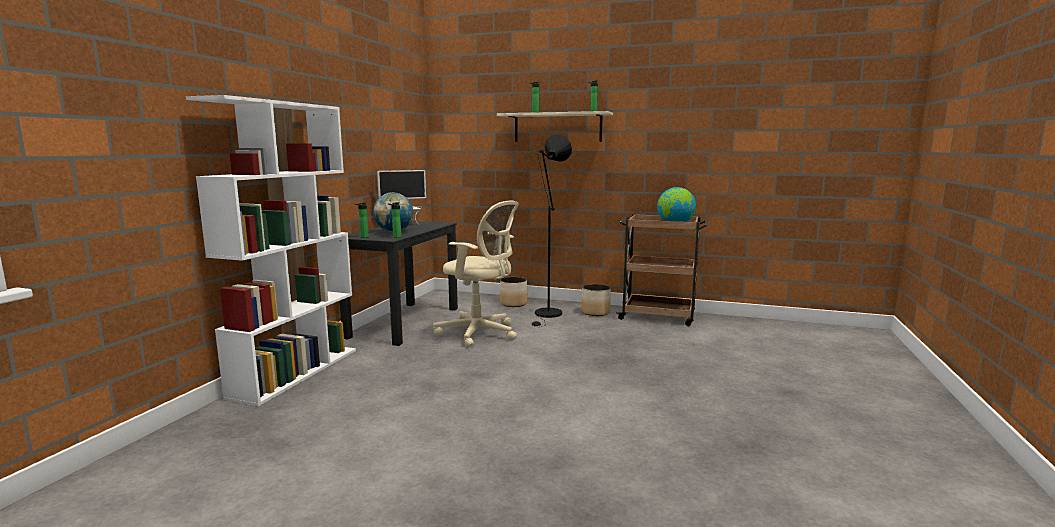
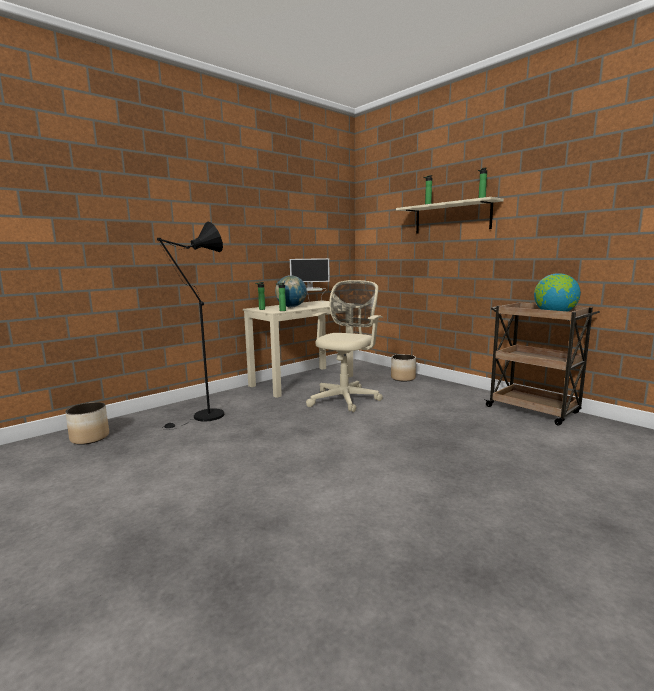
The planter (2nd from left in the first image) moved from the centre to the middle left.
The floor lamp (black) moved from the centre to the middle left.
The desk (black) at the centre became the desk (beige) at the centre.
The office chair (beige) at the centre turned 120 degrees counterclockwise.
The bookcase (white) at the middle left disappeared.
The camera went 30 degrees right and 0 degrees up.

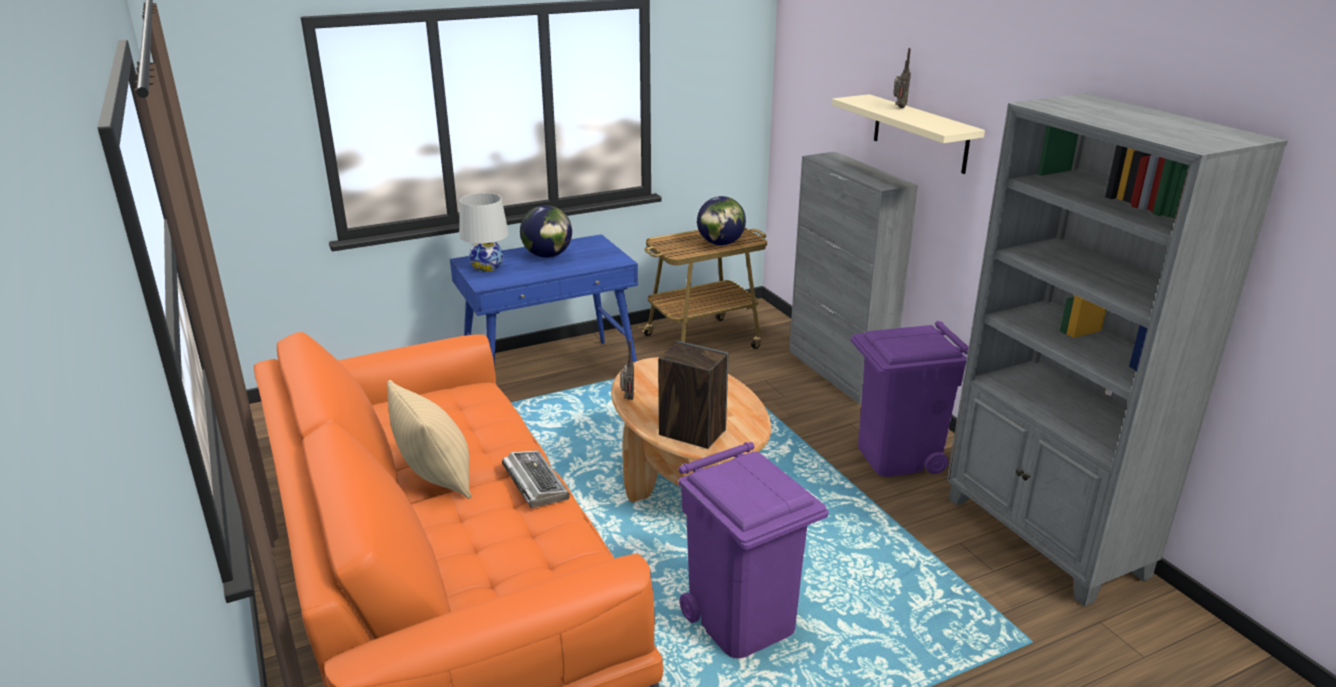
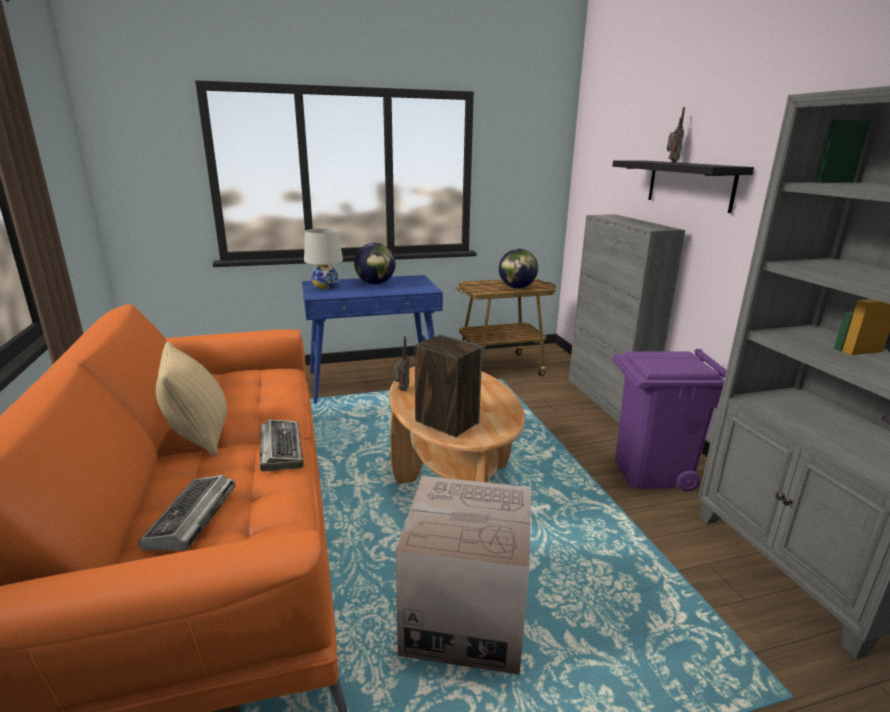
The keyboard (1st from left) at the bottom left appeared.
The trash can (purple) (1st from left) at the bottom centre was replaced by the cardboard box at the bottom centre.
The shelf (beige) at the top right became the shelf (black) at the top right.
The camera went 10 degrees right and 5 degrees down.

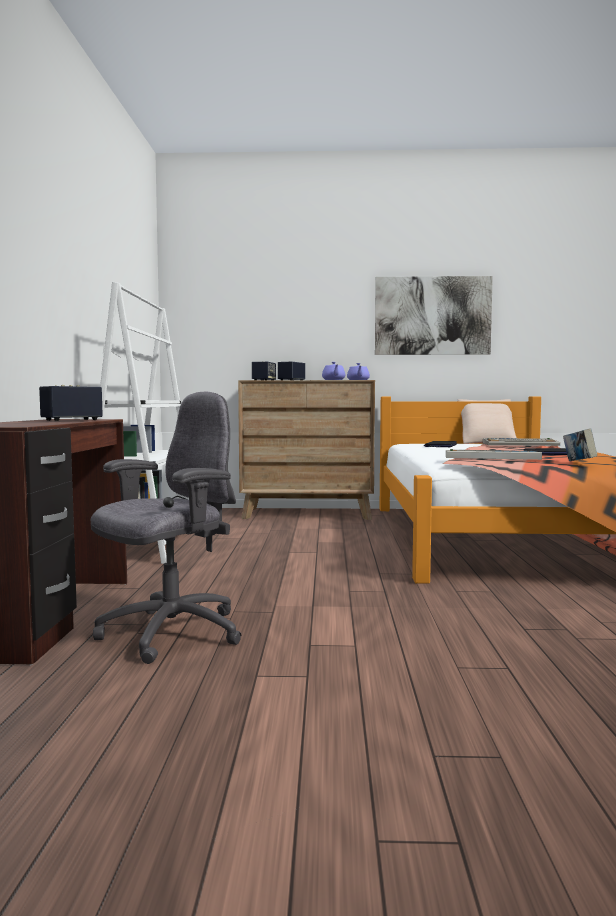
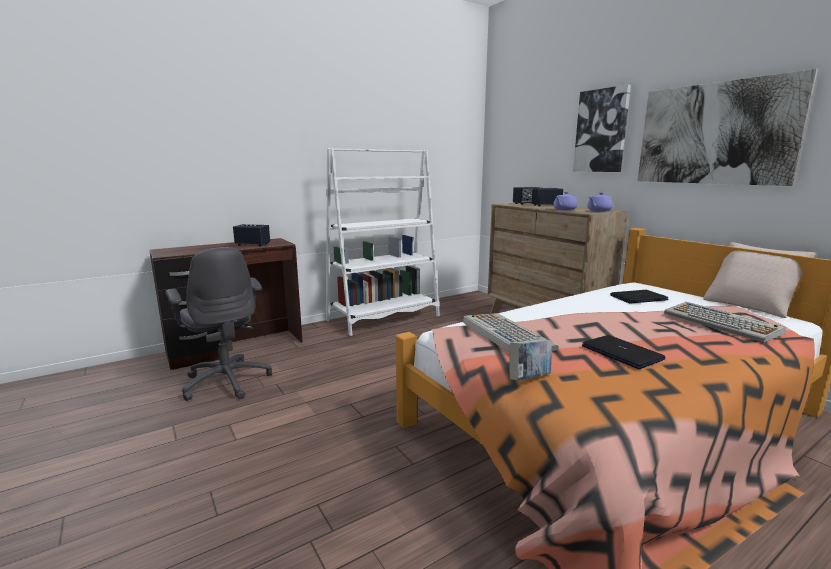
The office chair (grey) at the middle left turned 45 degrees clockwise.
The picture (1st from left) at the top right appeared.
The camera went 55 degrees right and 10 degrees up.

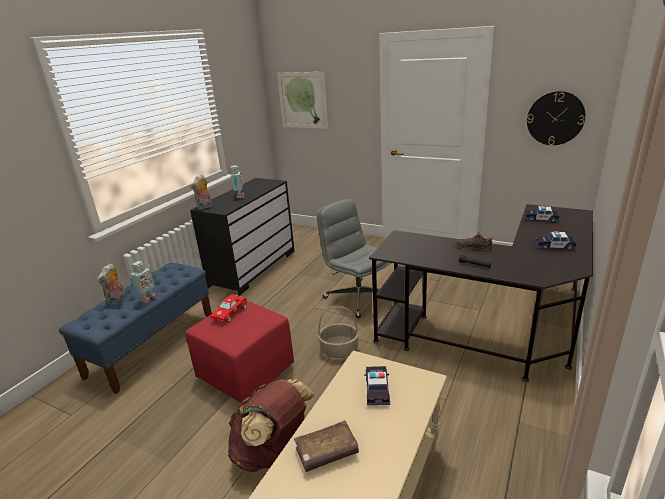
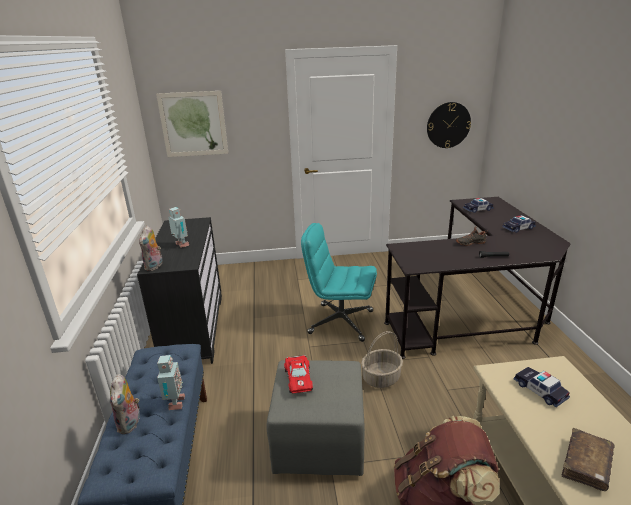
The ottoman (red) at the bottom centre became the ottoman (grey) at the bottom centre.
The office chair (grey) at the centre became the office chair (turquoise) at the centre.
The camera went 35 degrees left and 0 degrees up.

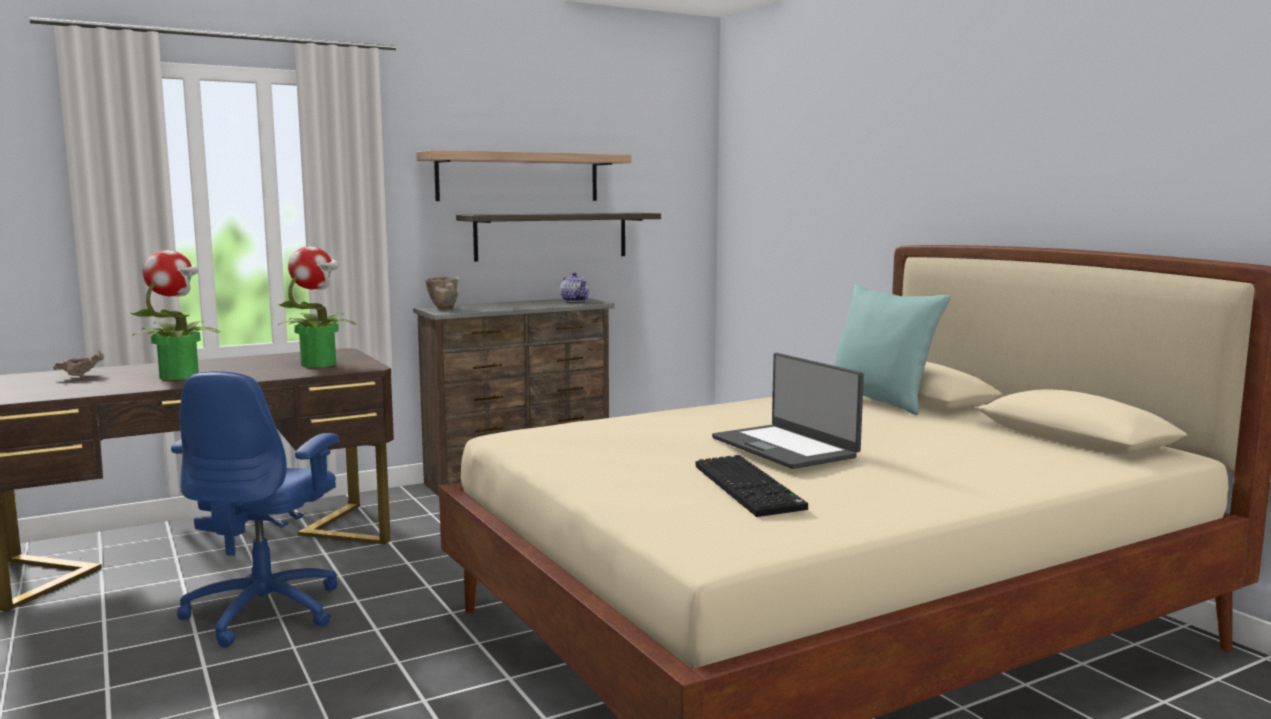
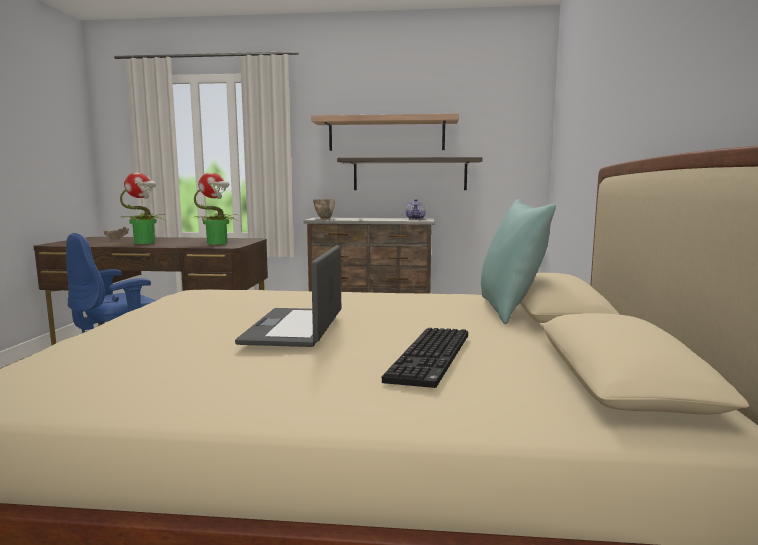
The keyboard moved from the bottom centre to the centre.
The camera went 35 degrees right and 0 degrees up.

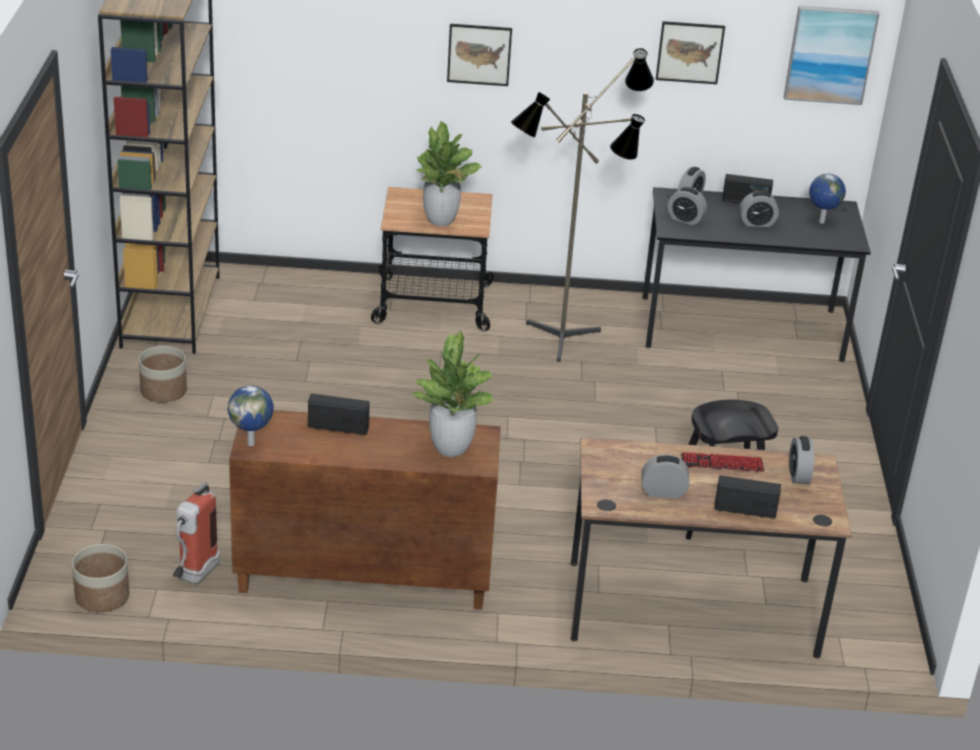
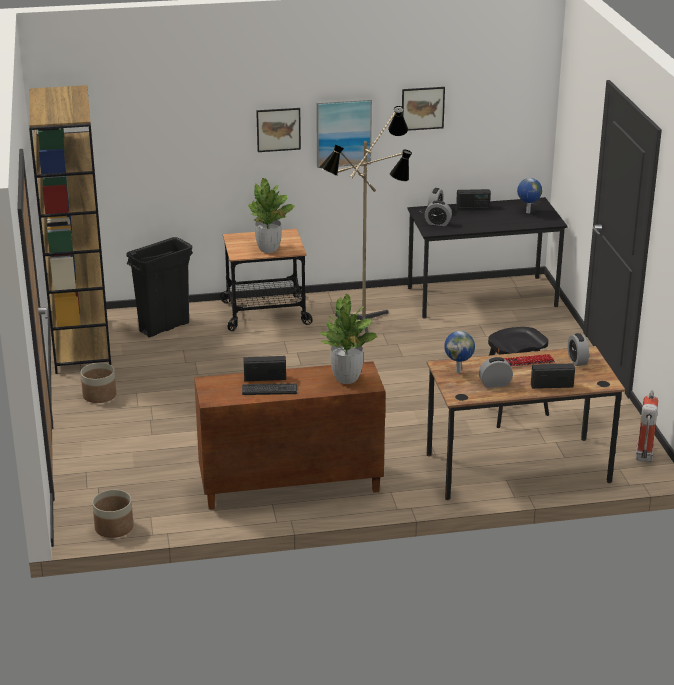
The trash can (black) at the middle left appeared.
The keyboard (1st from left) at the centre appeared.
The picture (3rd from left in the first image) moved from the top right to the top centre.
The globe (1st from left) moved from the middle left to the middle right.
The fire extinguisher moved from the bottom left to the middle right.
The alarm clock (4th from left) at the top right disappeared.
The camera went 10 degrees left and 5 degrees down.

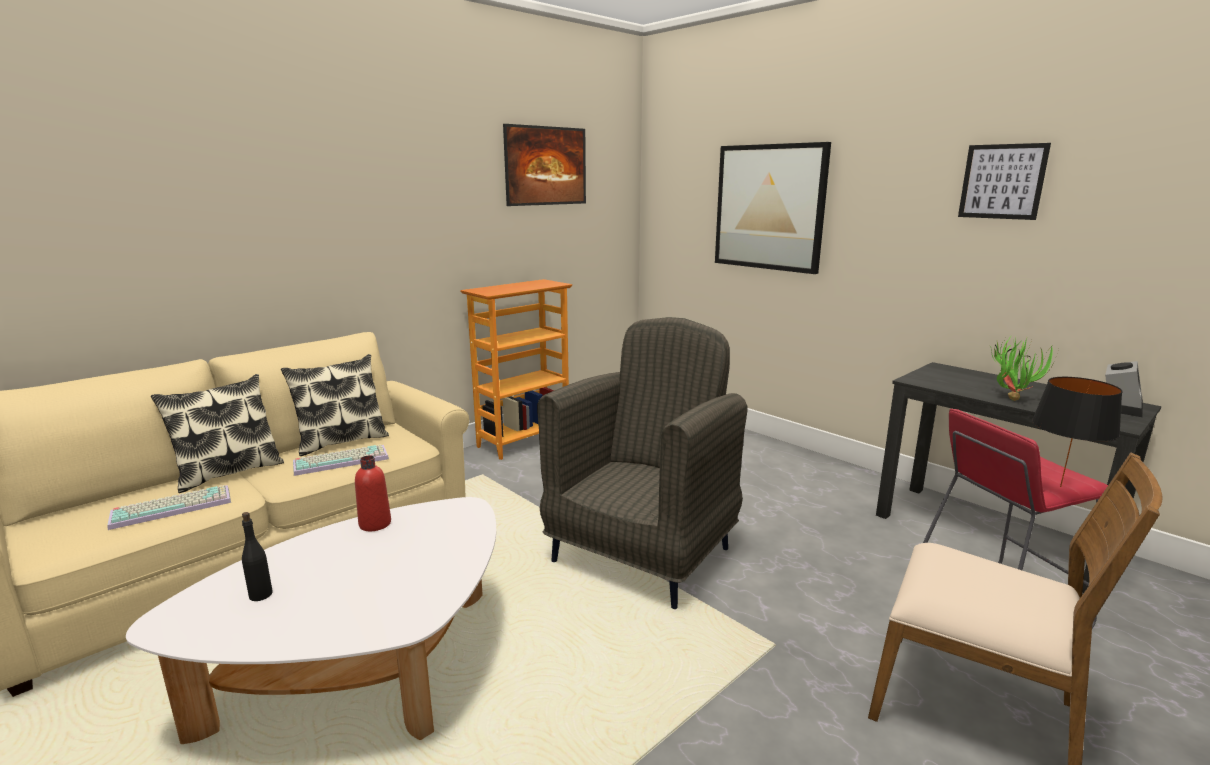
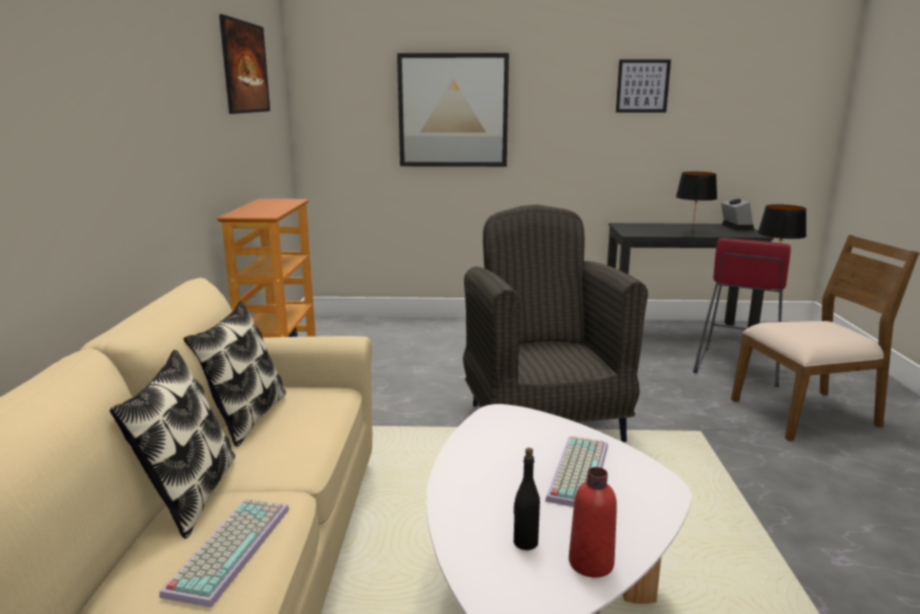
The keyboard (2nd from left) moved from the middle left to the bottom centre.
The bottle (red) moved from the middle left to the bottom centre.
The potted plant at the middle right was replaced by the table lamp (black) (1st from left) at the top right.
The camera went 45 degrees left and 0 degrees up.

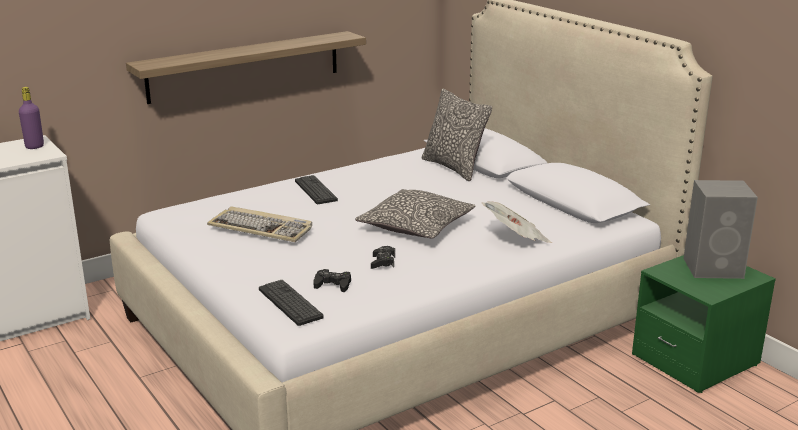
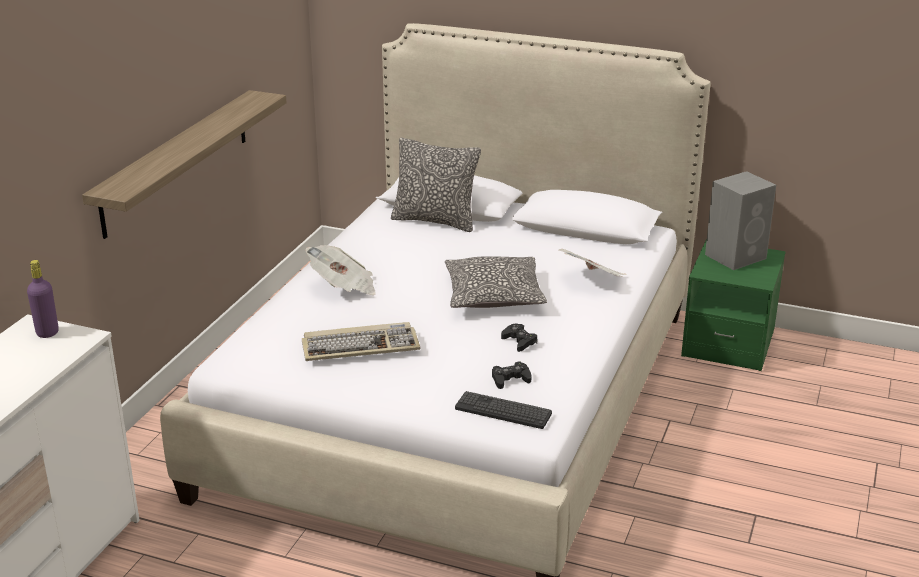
The keyboard (3rd from left) at the centre was replaced by the newspaper (1st from left) at the centre.
The camera went 35 degrees left and 5 degrees up.

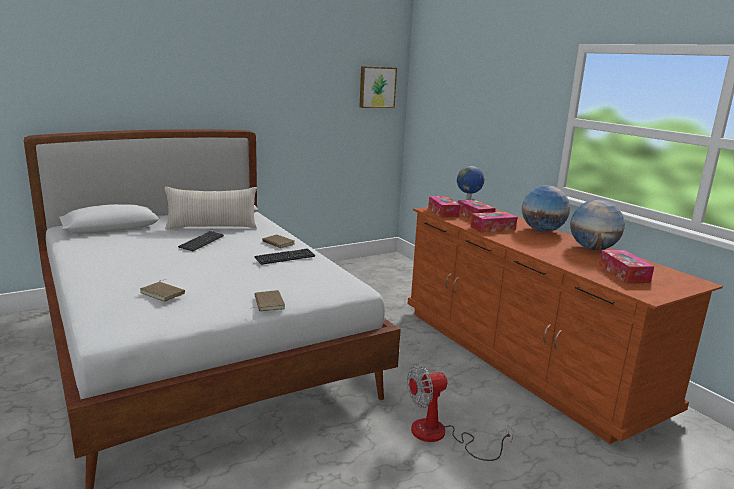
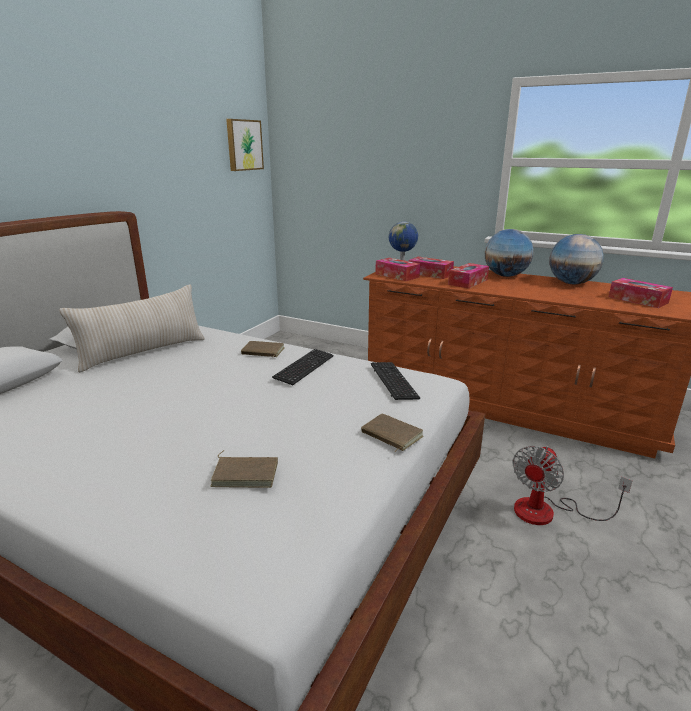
The keyboard (1st from left in the first image) moved from the middle left to the centre.
The camera went 30 degrees left and 5 degrees up.

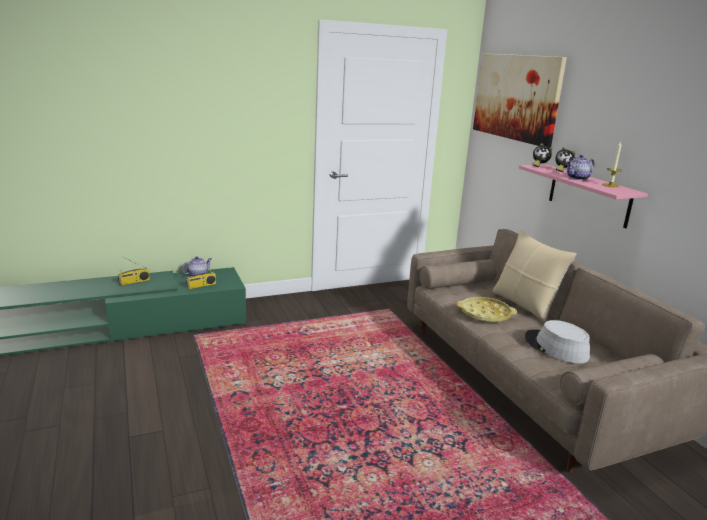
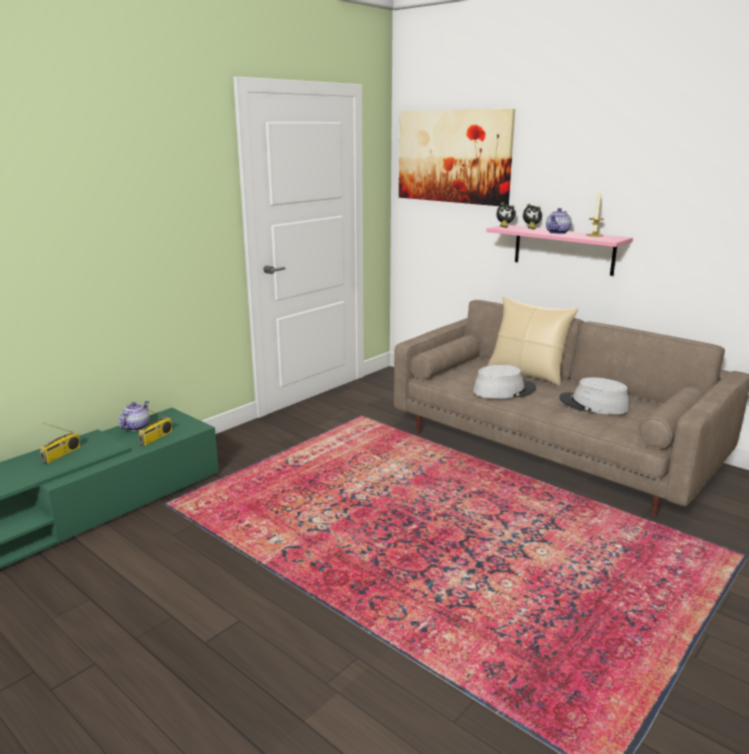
The tray (yellow) at the middle right was replaced by the hat (grey) (1st from left) at the middle right.
The camera went 25 degrees left and 0 degrees up.

